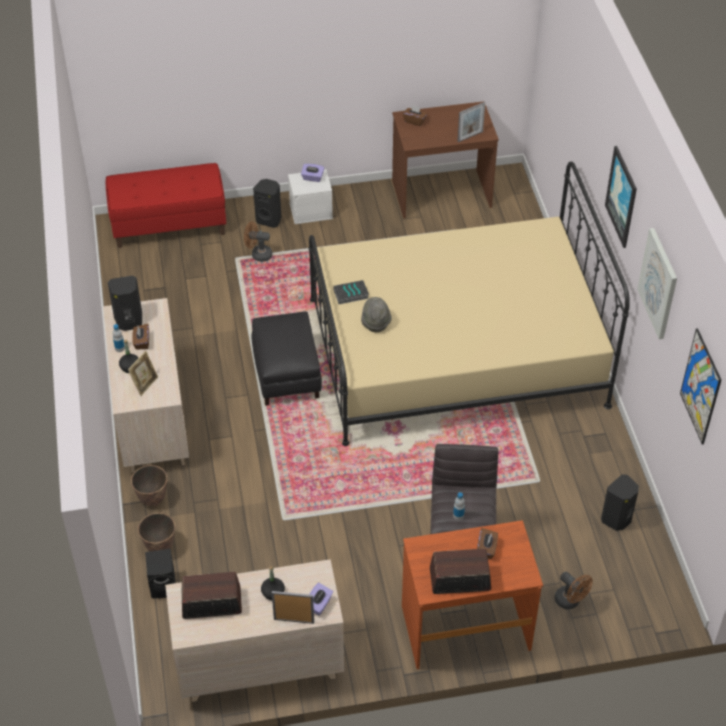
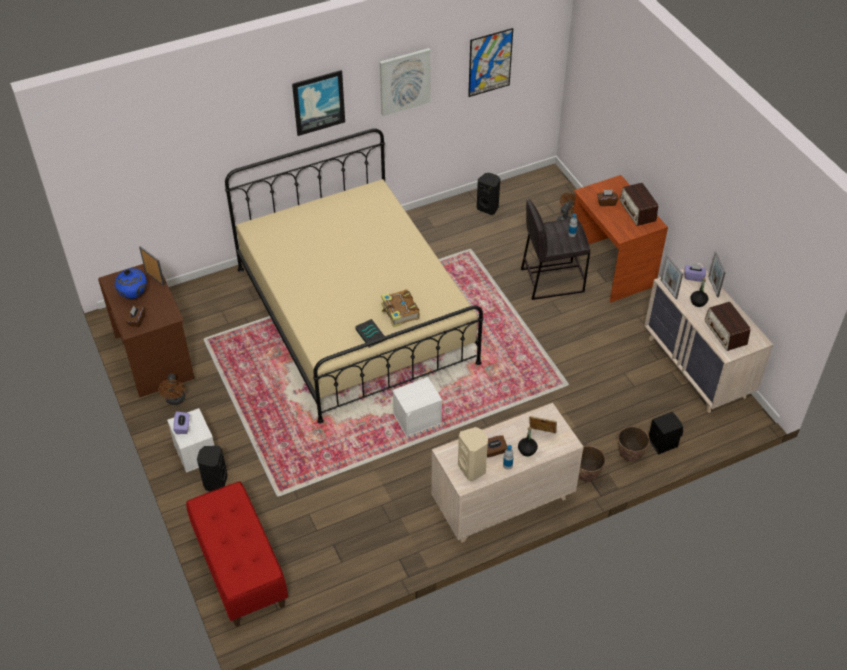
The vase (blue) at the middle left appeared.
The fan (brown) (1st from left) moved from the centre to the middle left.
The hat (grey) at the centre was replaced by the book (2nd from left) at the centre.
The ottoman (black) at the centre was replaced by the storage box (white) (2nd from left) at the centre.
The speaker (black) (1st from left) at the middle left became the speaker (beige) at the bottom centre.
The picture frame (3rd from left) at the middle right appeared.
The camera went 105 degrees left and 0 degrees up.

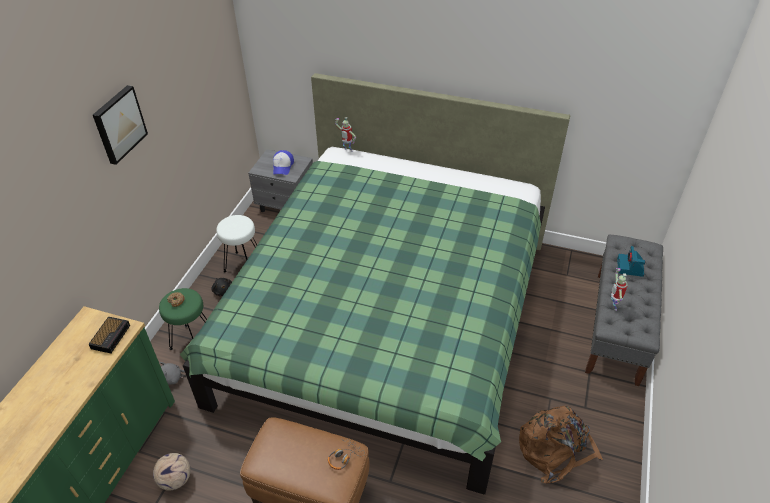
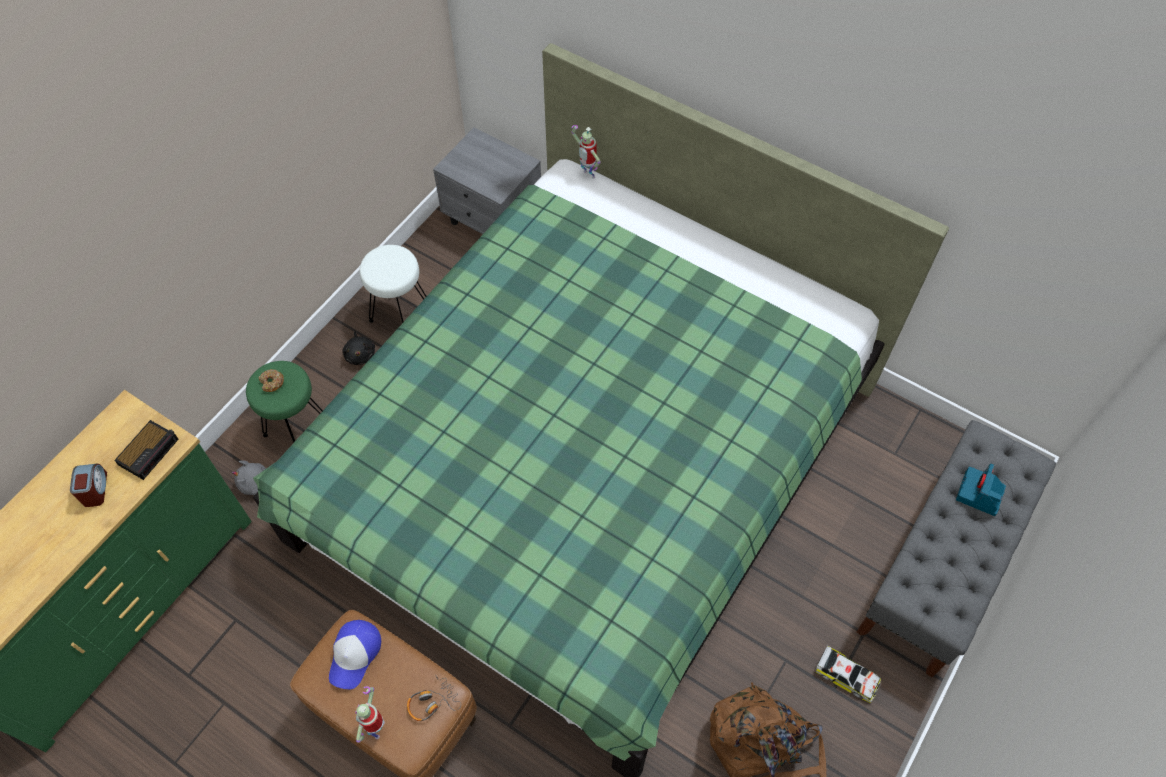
The alarm clock (1st from left) at the middle left appeared.
The cap moved from the top centre to the bottom left.
The toy robot (2nd from left in the first image) moved from the middle right to the bottom left.
The toy car at the bottom right appeared.
The picture at the top left disappeared.
The football at the bottom left disappeared.
The camera went 15 degrees right and 15 degrees up.

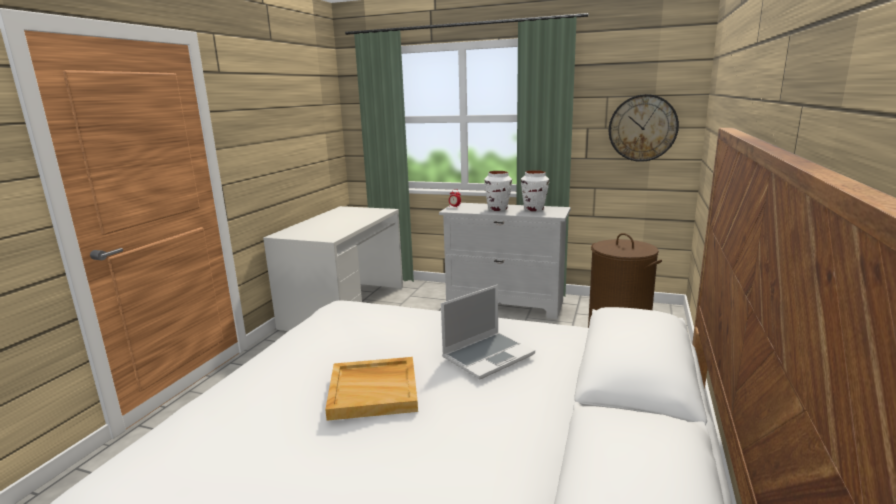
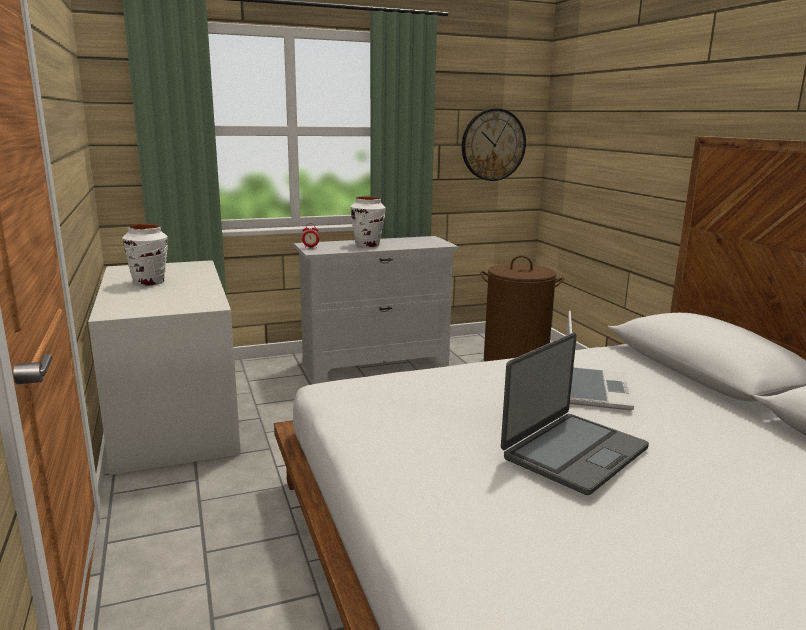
The vase (white) (2nd from left in the first image) moved from the centre to the middle left.
The tray (beige) at the bottom centre was replaced by the laptop (1st from left) at the middle right.
The camera went 40 degrees left and 0 degrees up.

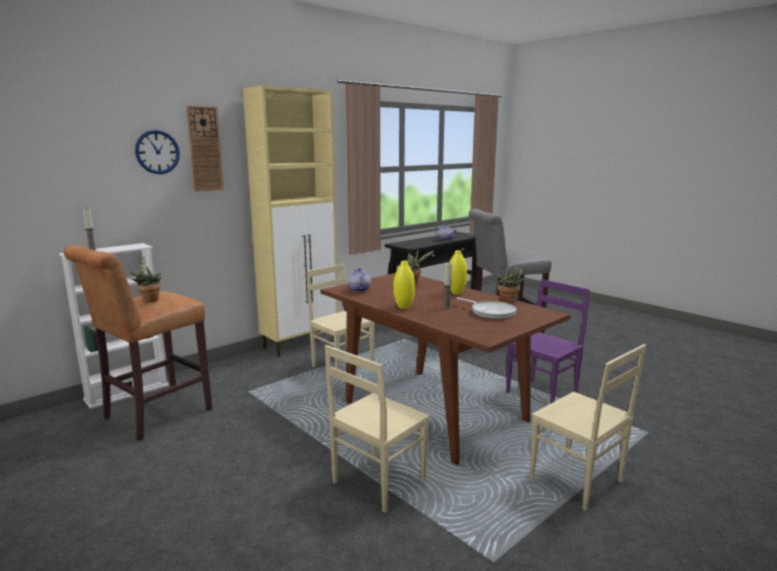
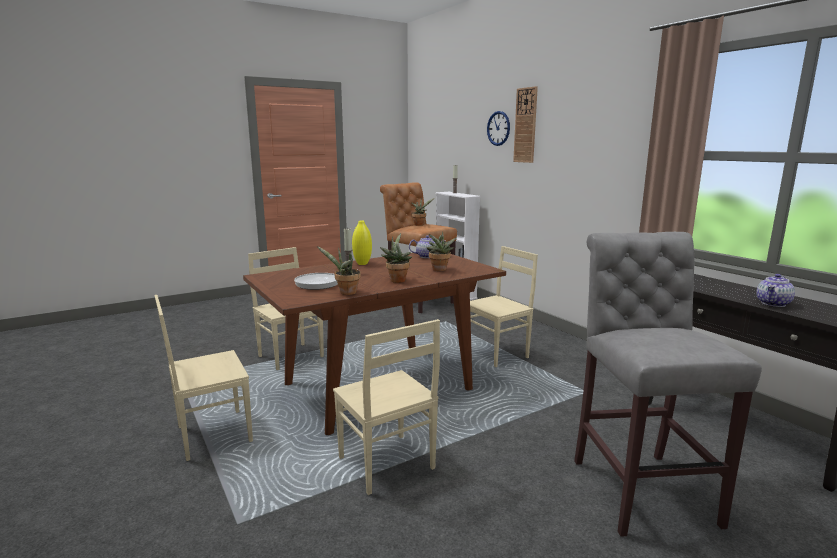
The chair (purple) at the middle right became the chair (beige) (3rd from left) at the bottom centre.
The vase (yellow) (2nd from left) at the centre was replaced by the potted plant (2nd from left) at the centre.
The cabinet (beige) at the centre disappeared.
The camera went 100 degrees right and 0 degrees up.

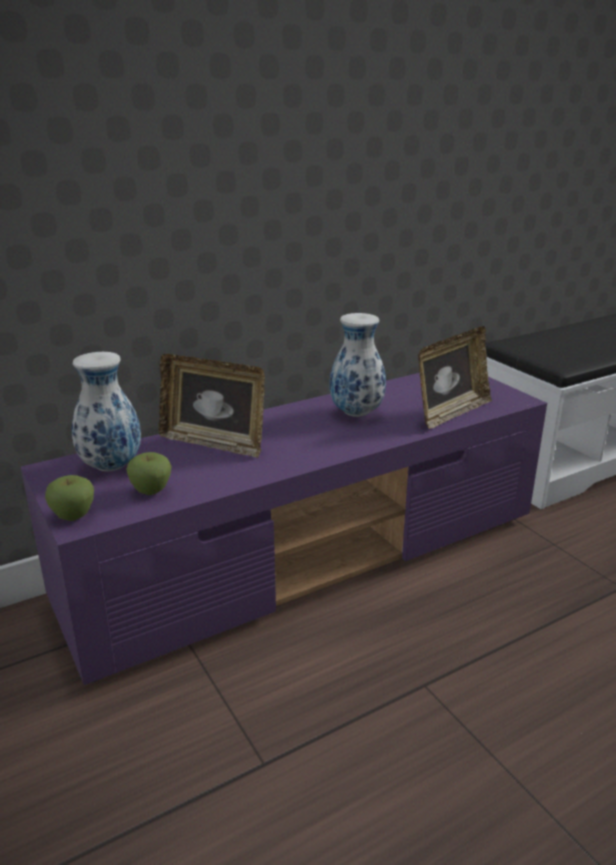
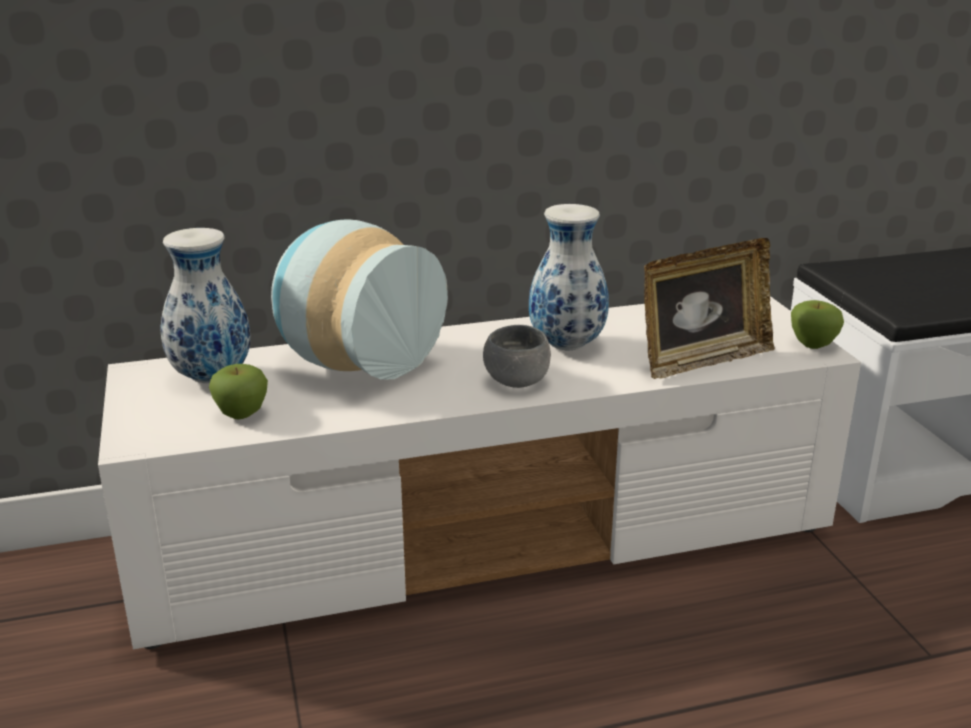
The tv stand (purple) at the centre became the tv stand (white) at the centre.
The picture frame (1st from left) at the centre was replaced by the vase (2nd from left) at the centre.
The bowl (grey) at the centre appeared.
The apple (1st from left in the first image) moved from the middle left to the middle right.
The camera went 15 degrees right and 0 degrees up.

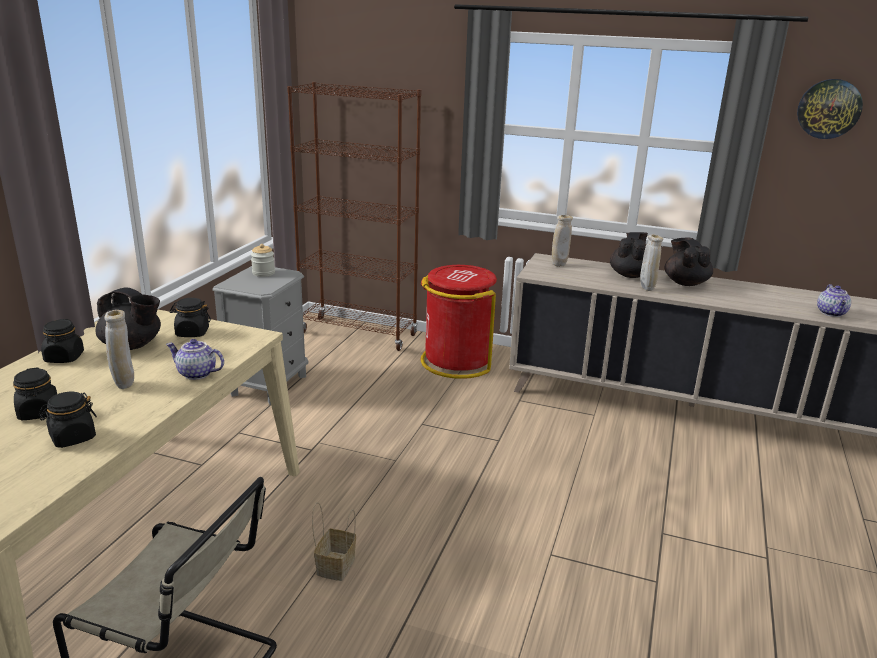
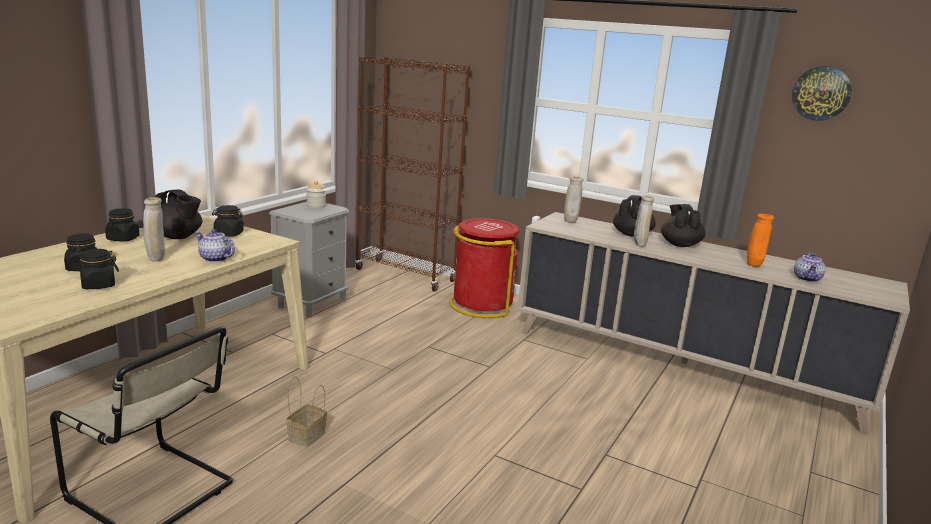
The vase (orange) at the middle right appeared.
The camera went 10 degrees right and 5 degrees down.

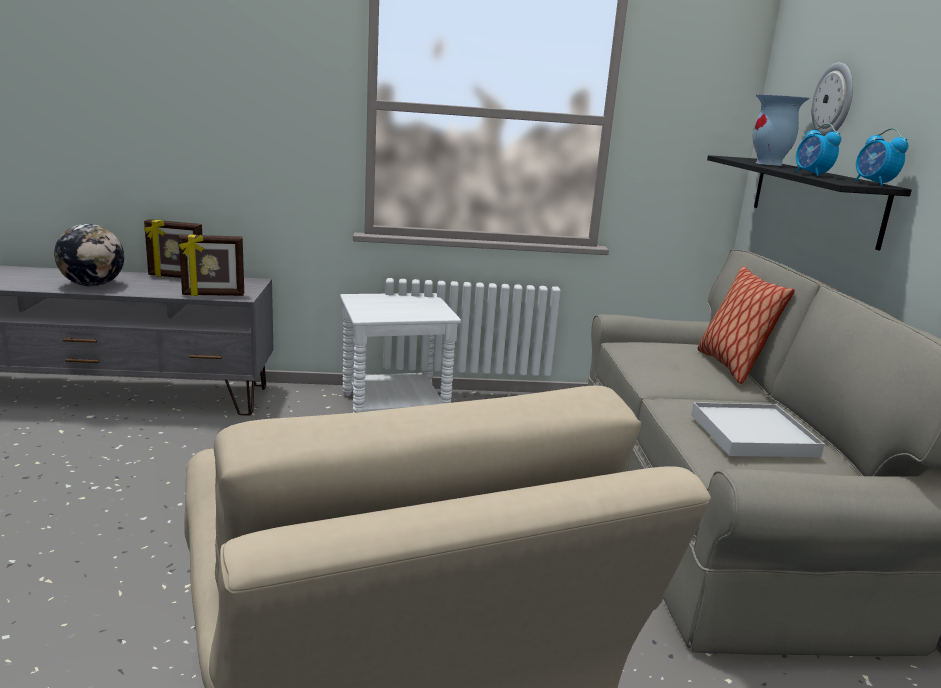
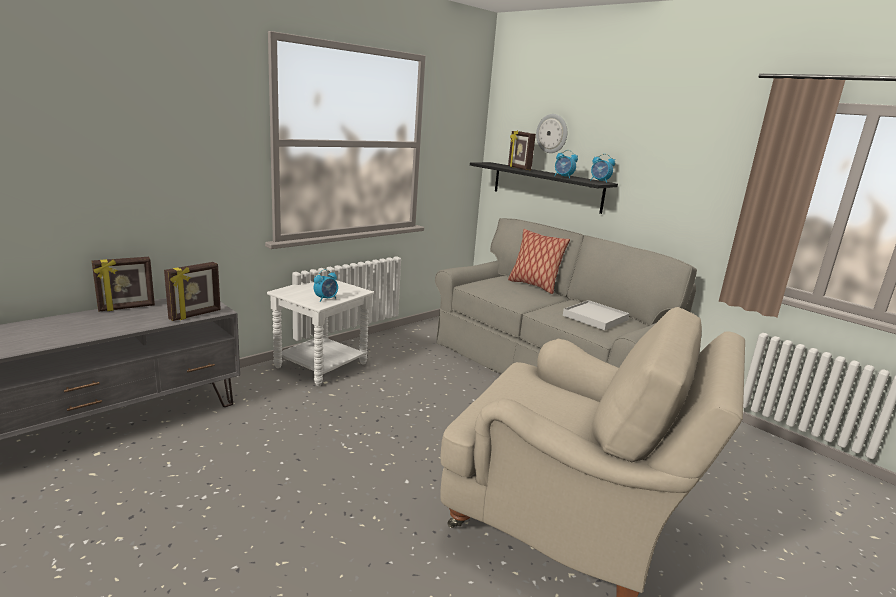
The alarm clock (1st from left) at the centre appeared.
The vase at the top right was replaced by the picture frame (3rd from left) at the top centre.
The globe at the middle left disappeared.
The camera went 40 degrees left and 0 degrees up.

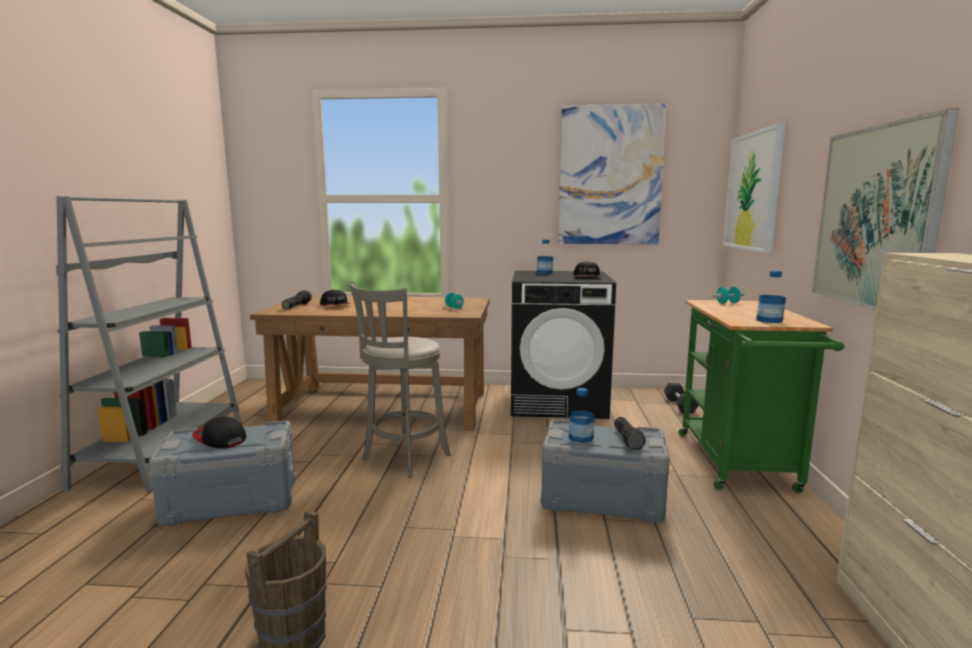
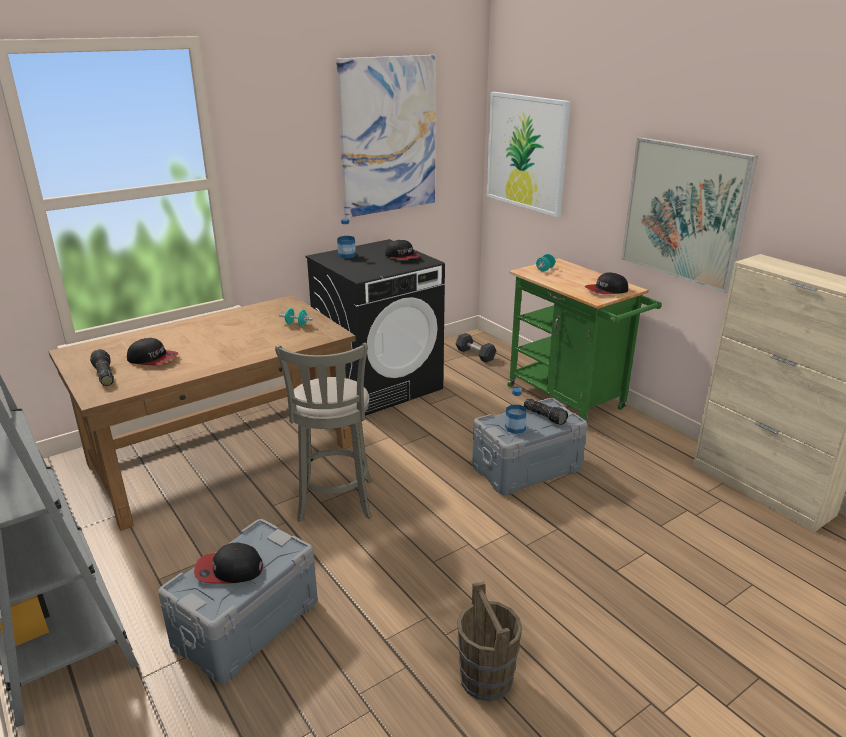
The bottle (3rd from left) at the middle right was replaced by the cap (4th from left) at the middle right.
The camera went 40 degrees left and 15 degrees up.

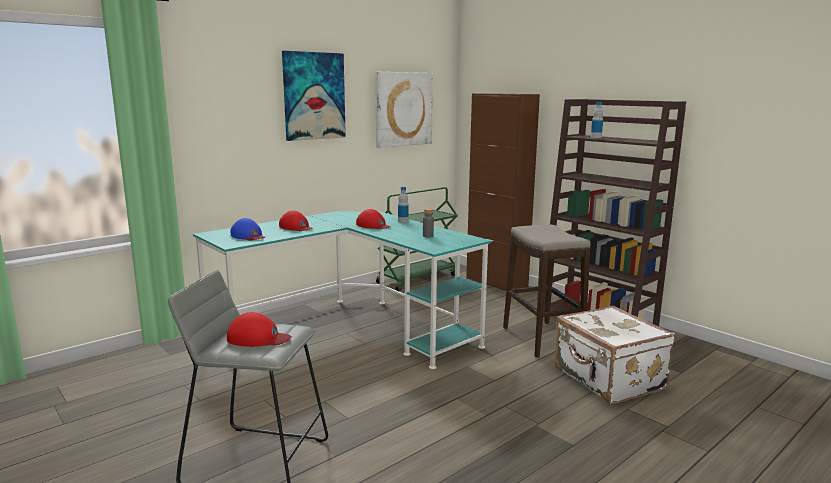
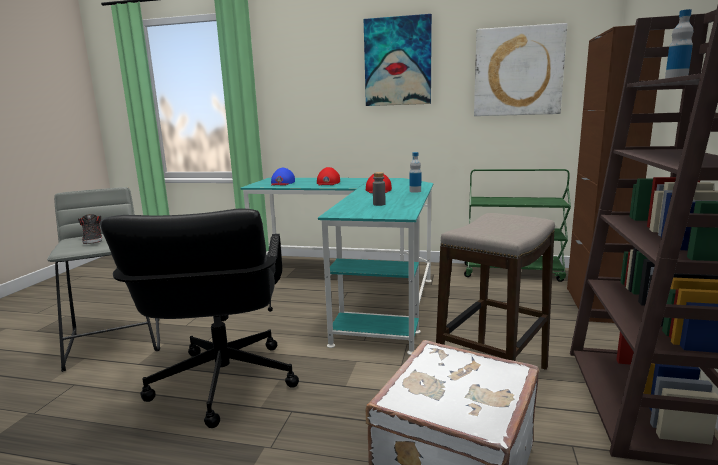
The cap (red) (1st from left) at the bottom left was replaced by the shoe (black) at the middle left.
The office chair (black) at the bottom left appeared.
The camera went 55 degrees right and 0 degrees up.

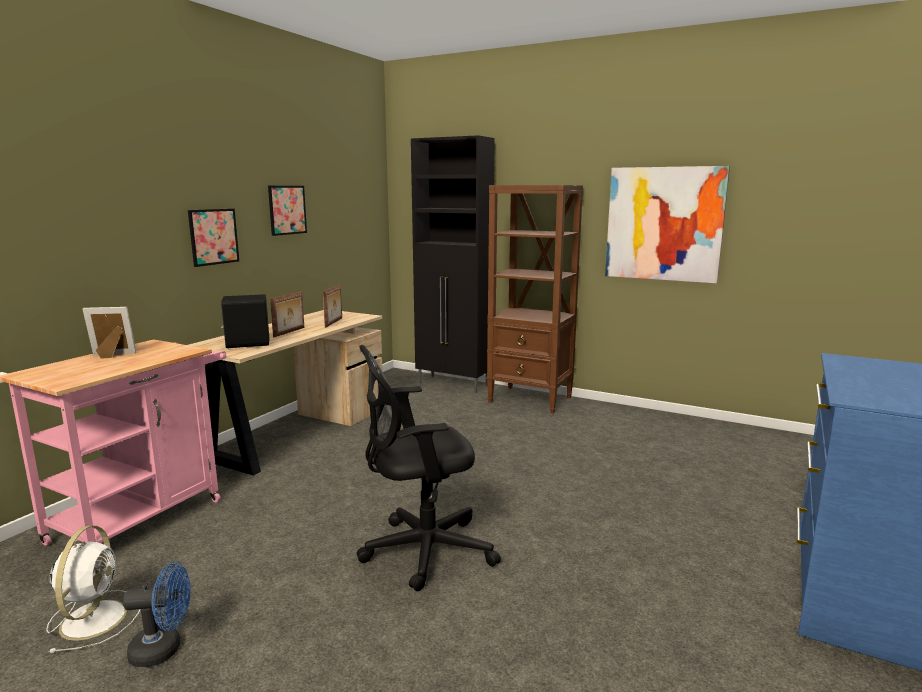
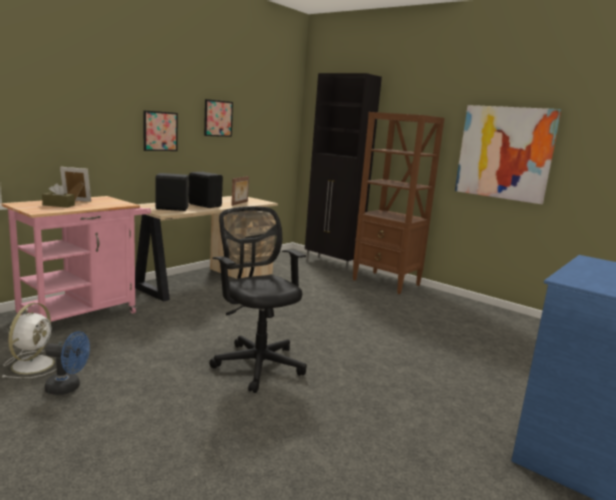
The tissue box (brown) at the middle left appeared.
The picture frame (2nd from left) at the middle left was replaced by the speaker (black) (2nd from left) at the centre.
The office chair (black) at the bottom centre turned 60 degrees clockwise.
The camera went 10 degrees right and 0 degrees up.

